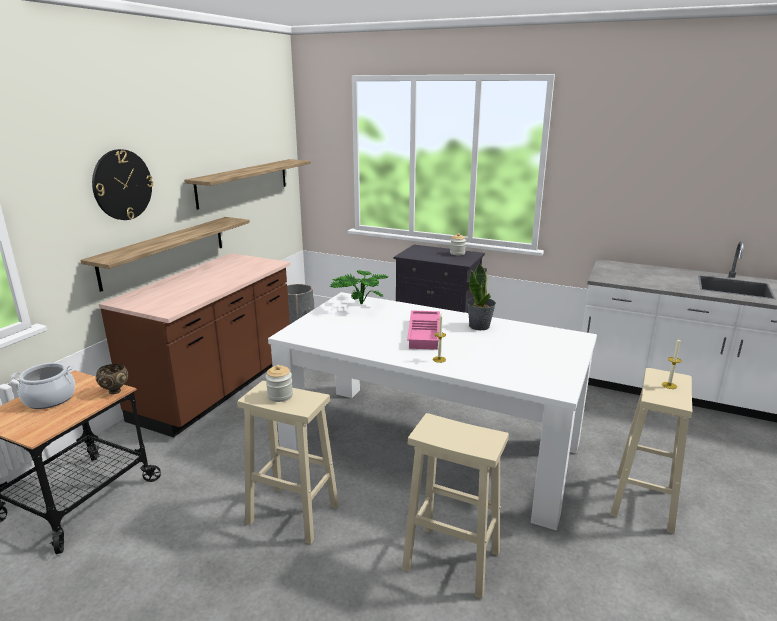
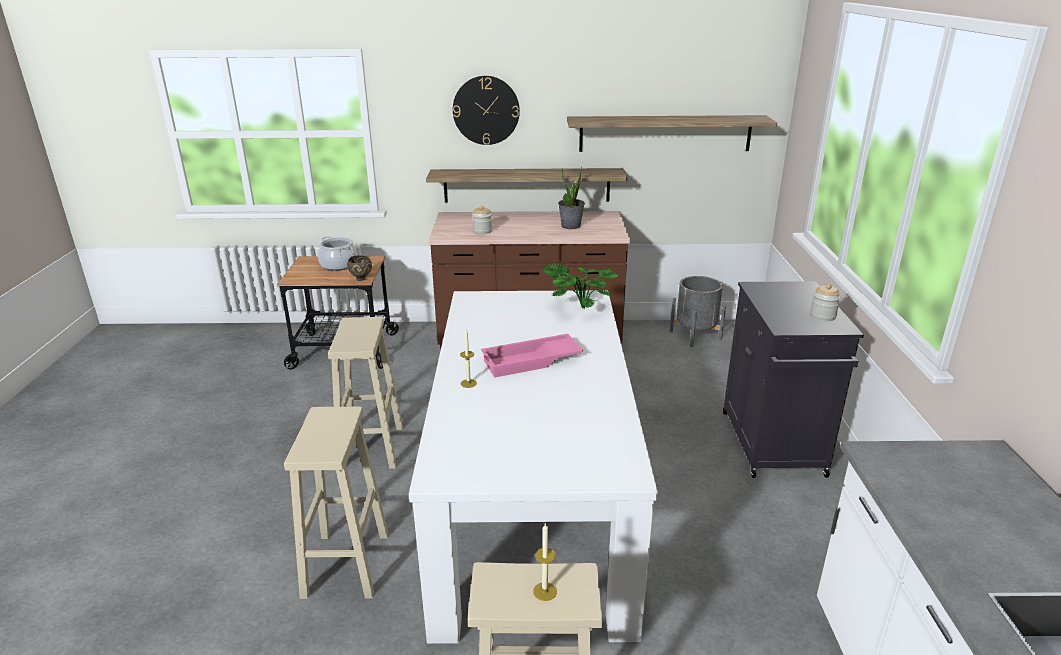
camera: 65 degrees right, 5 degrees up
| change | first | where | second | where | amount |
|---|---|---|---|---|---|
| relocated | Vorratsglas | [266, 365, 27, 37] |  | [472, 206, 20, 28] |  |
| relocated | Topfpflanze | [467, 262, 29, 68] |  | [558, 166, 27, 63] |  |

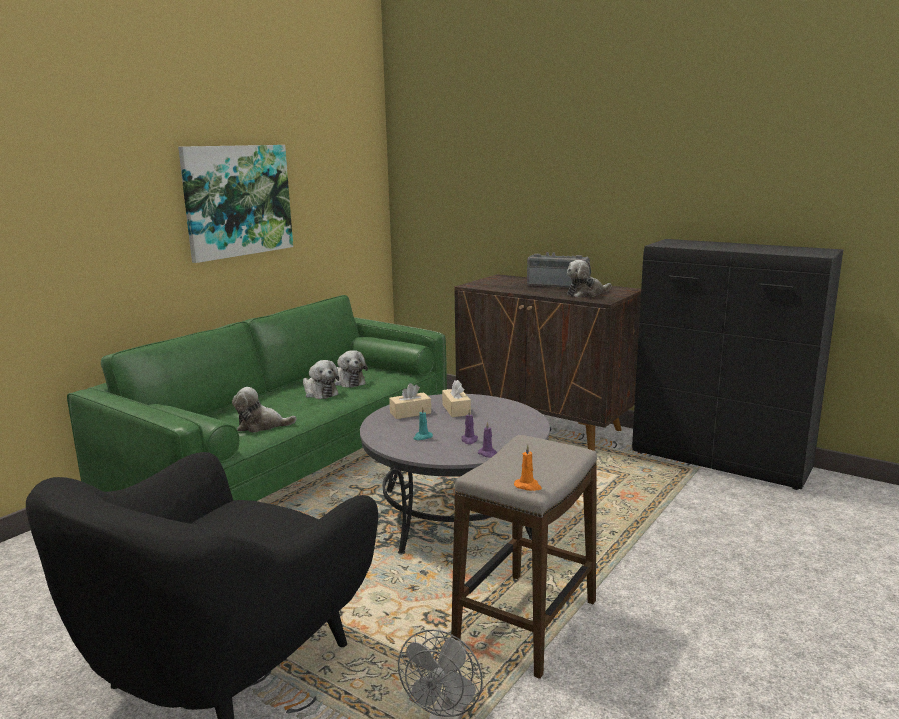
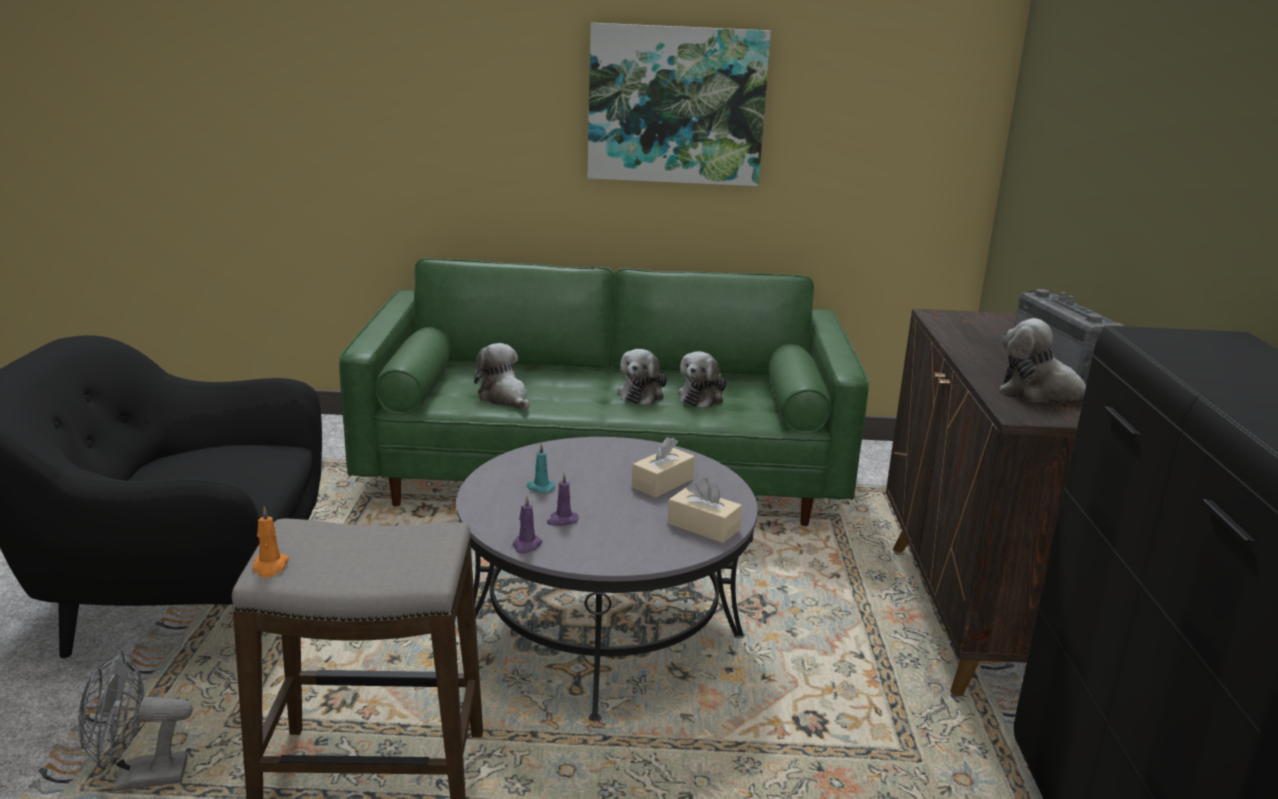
camera: 55 degrees right, 5 degrees up
| change | first | where | second | where | amount |
|---|---|---|---|---|---|
| relocated | Taschentuchbox [beige] | [389, 383, 42, 36] |  | [668, 478, 74, 65] |  |

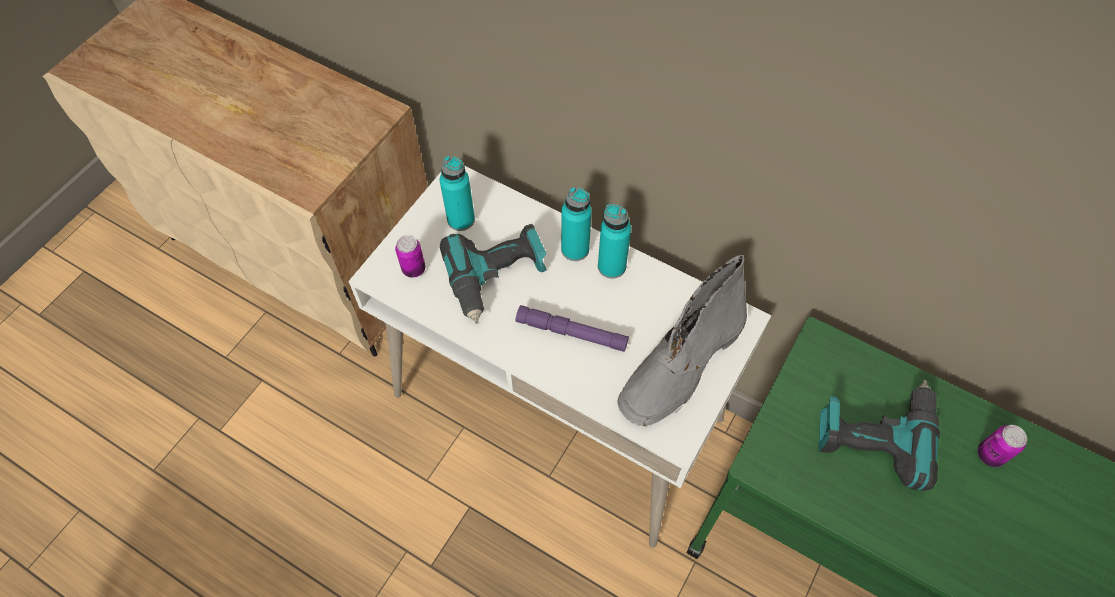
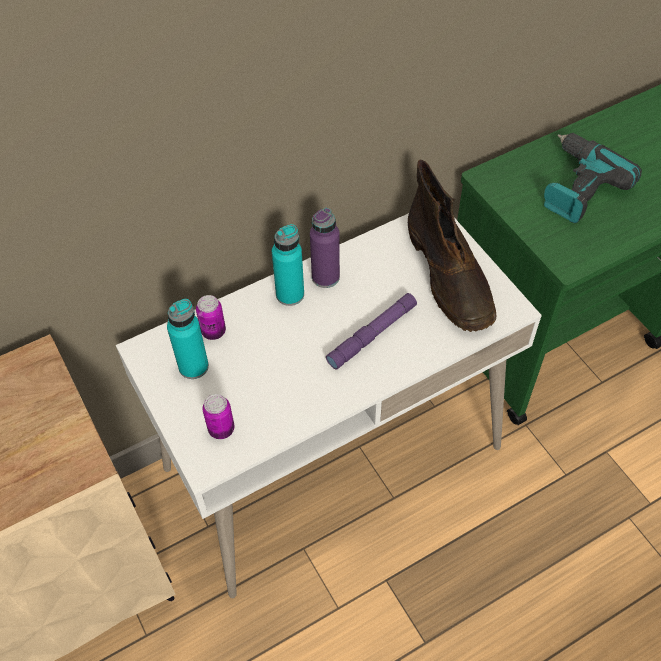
camera: 60 degrees left, 5 degrees down
| change | first | where | second | where | amount |
|---|---|---|---|---|---|
| relocated | Dose | [978, 425, 49, 42] |  | [196, 295, 30, 45] |  |
| colour | Flasche [türkis] | [598, 204, 33, 75] | Flasche [lila] | [310, 208, 30, 80] |  |
| colour | Stiefel [grau] | [618, 255, 129, 172] | Stiefel [braun] | [408, 160, 88, 172] |  |
| missing | Bohrmaschine | [440, 224, 107, 100] |  |  |  |

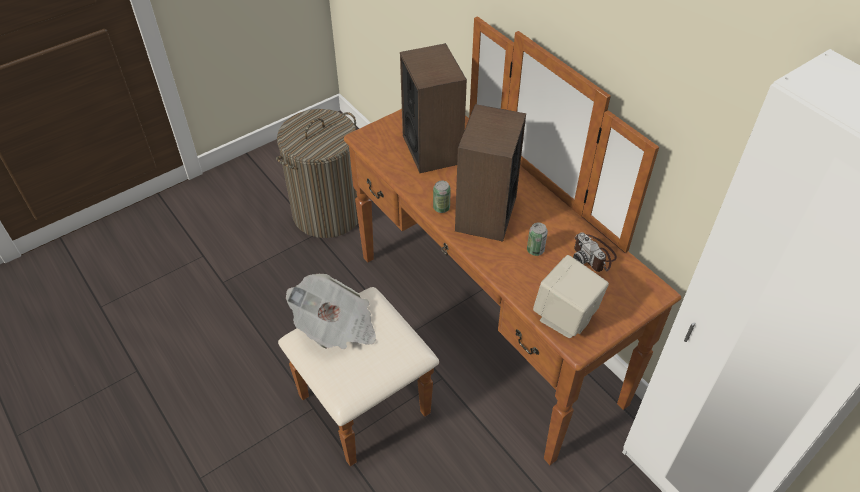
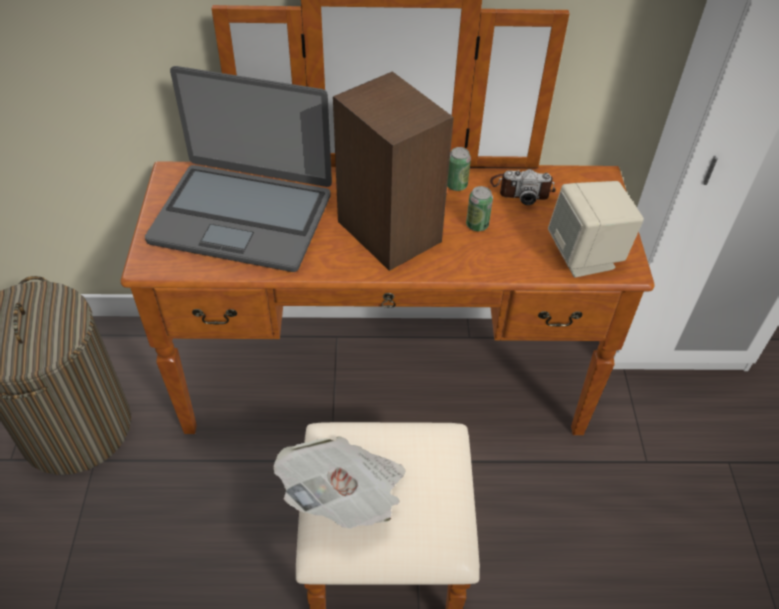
camera: 55 degrees left, 0 degrees up
| change | first | where | second | where | amount |
|---|---|---|---|---|---|
| exchanged | Lautsprecher | [400, 43, 67, 130] | Laptop | [145, 66, 187, 206] |  |
| relocated | Dose | [433, 181, 18, 32] |  | [447, 147, 24, 44] |  |

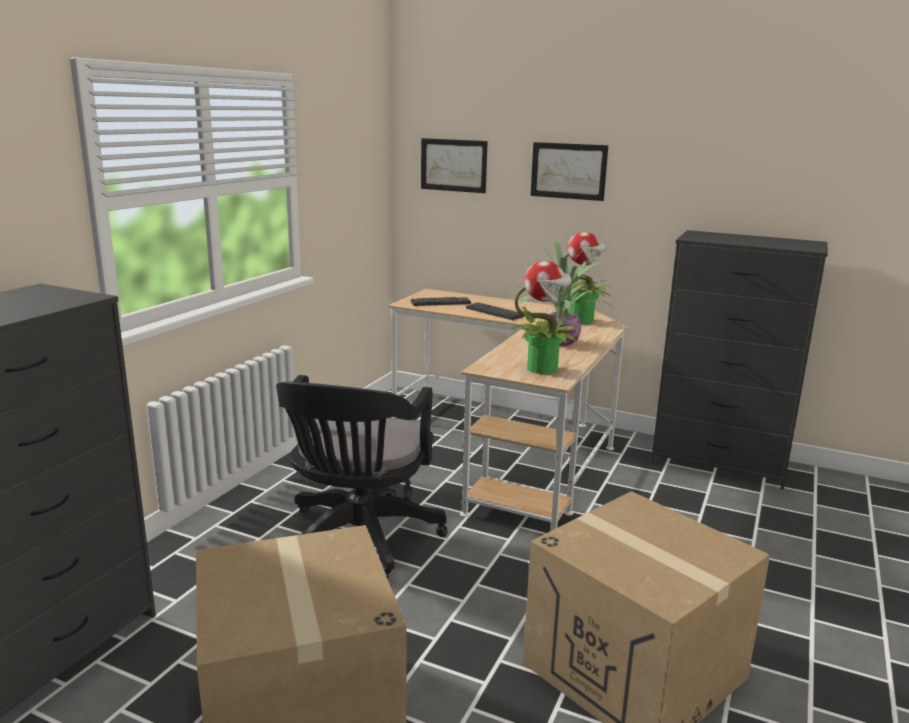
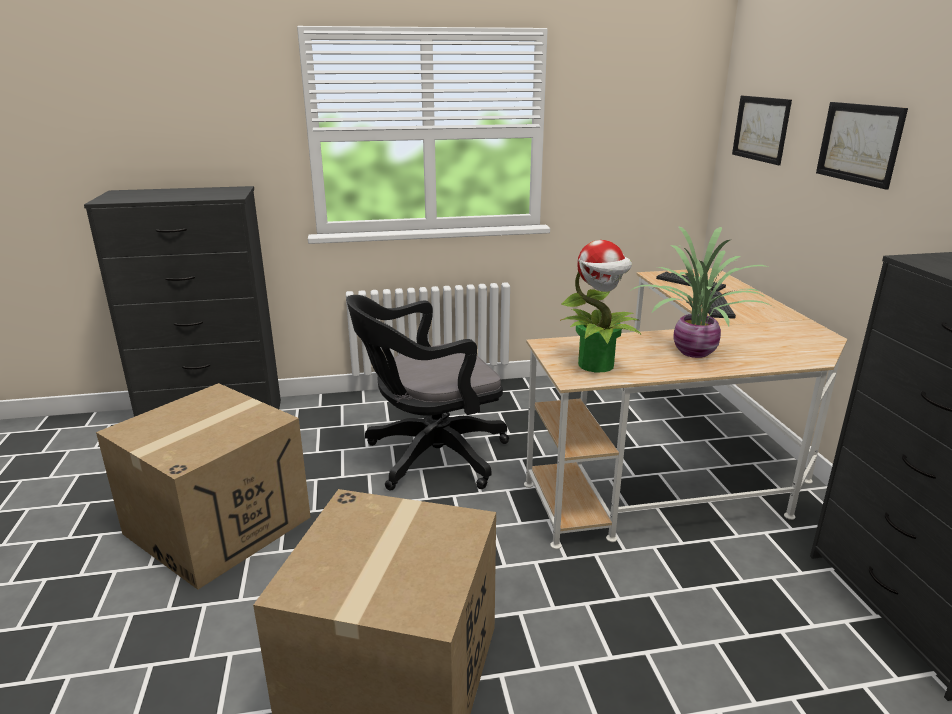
camera: 55 degrees right, 5 degrees up
| change | first | where | second | where | amount |
|---|---|---|---|---|---|
| missing | Topfpflanze | [557, 232, 55, 92] |  |  |  |

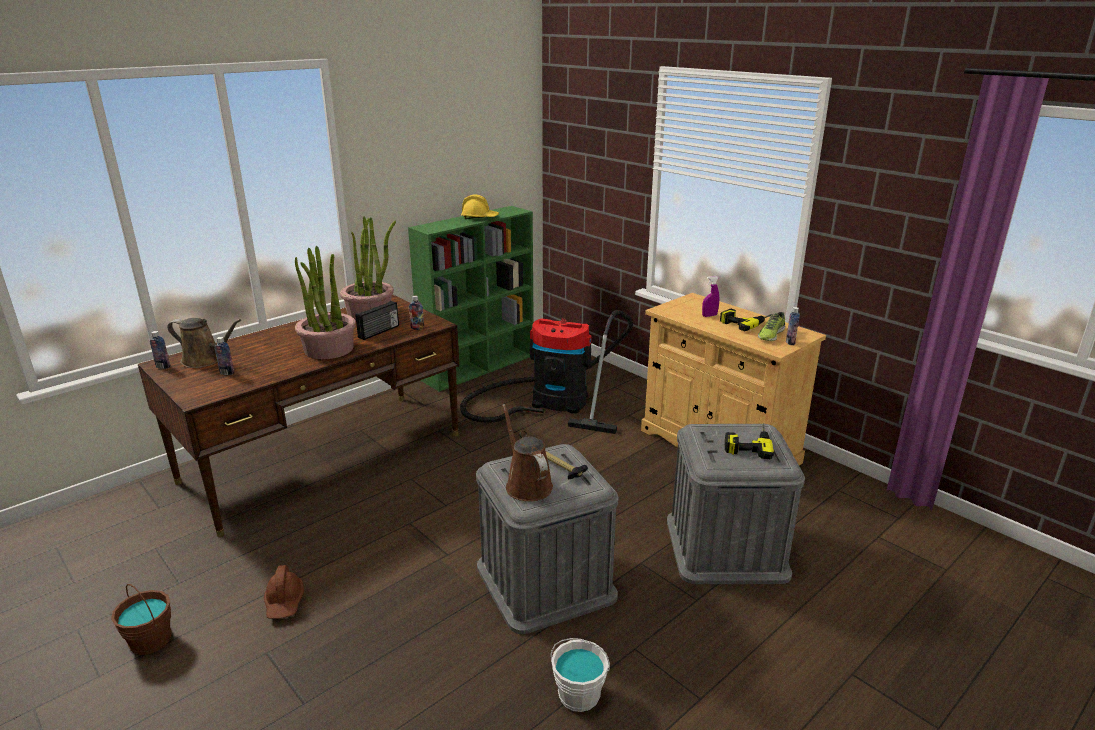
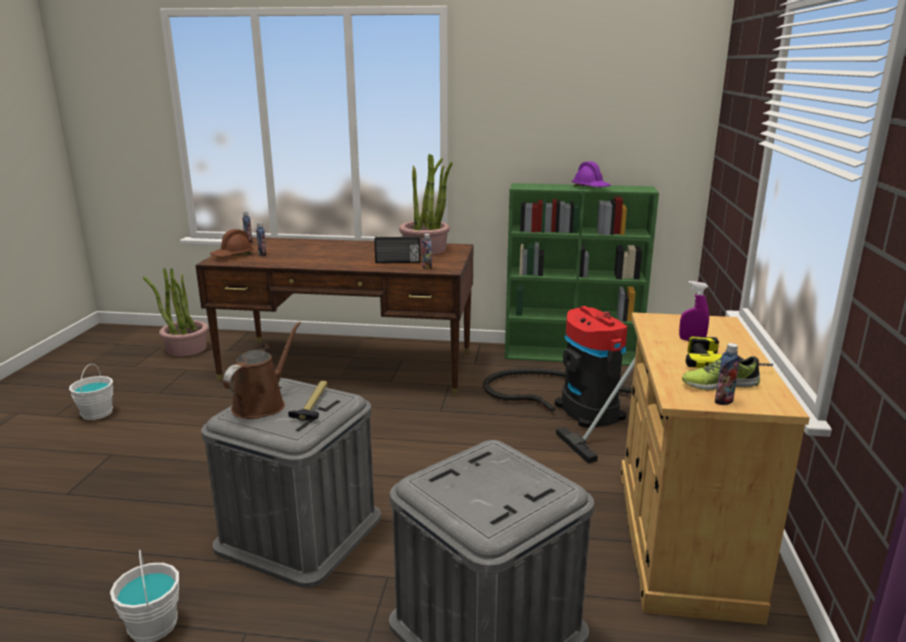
camera: 50 degrees right, 5 degrees down
| change | first | where | second | where | amount |
|---|---|---|---|---|---|
| colour | Eimer [braun] | [111, 584, 61, 71] | Eimer [weiß] | [69, 364, 44, 56] |  |
| relocated | Topfpflanze | [295, 246, 61, 113] |  | [143, 268, 65, 88] |  |
| relocated | Schutzhelm [braun] | [264, 565, 40, 54] |  | [210, 229, 44, 28] |  |
| colour | Schutzhelm [gelb] | [461, 195, 38, 24] | Schutzhelm [lila] | [572, 161, 39, 26] |  |
| missing | Gießkanne [braun] | [167, 318, 74, 50] |  |  |  |
| missing | Bohrmaschine | [725, 424, 49, 35] |  |  |  |

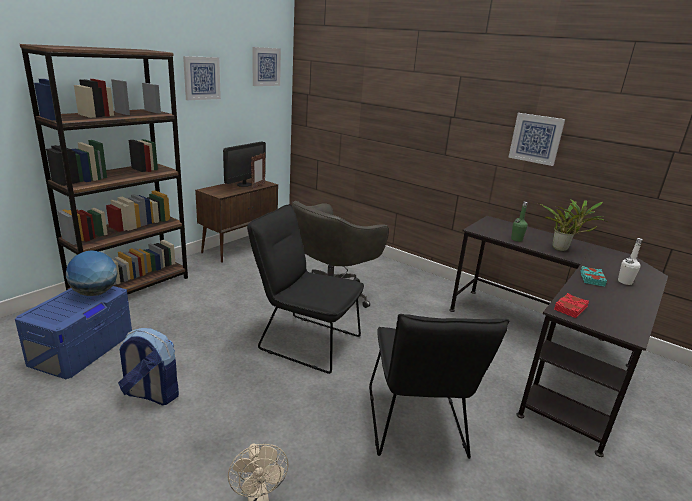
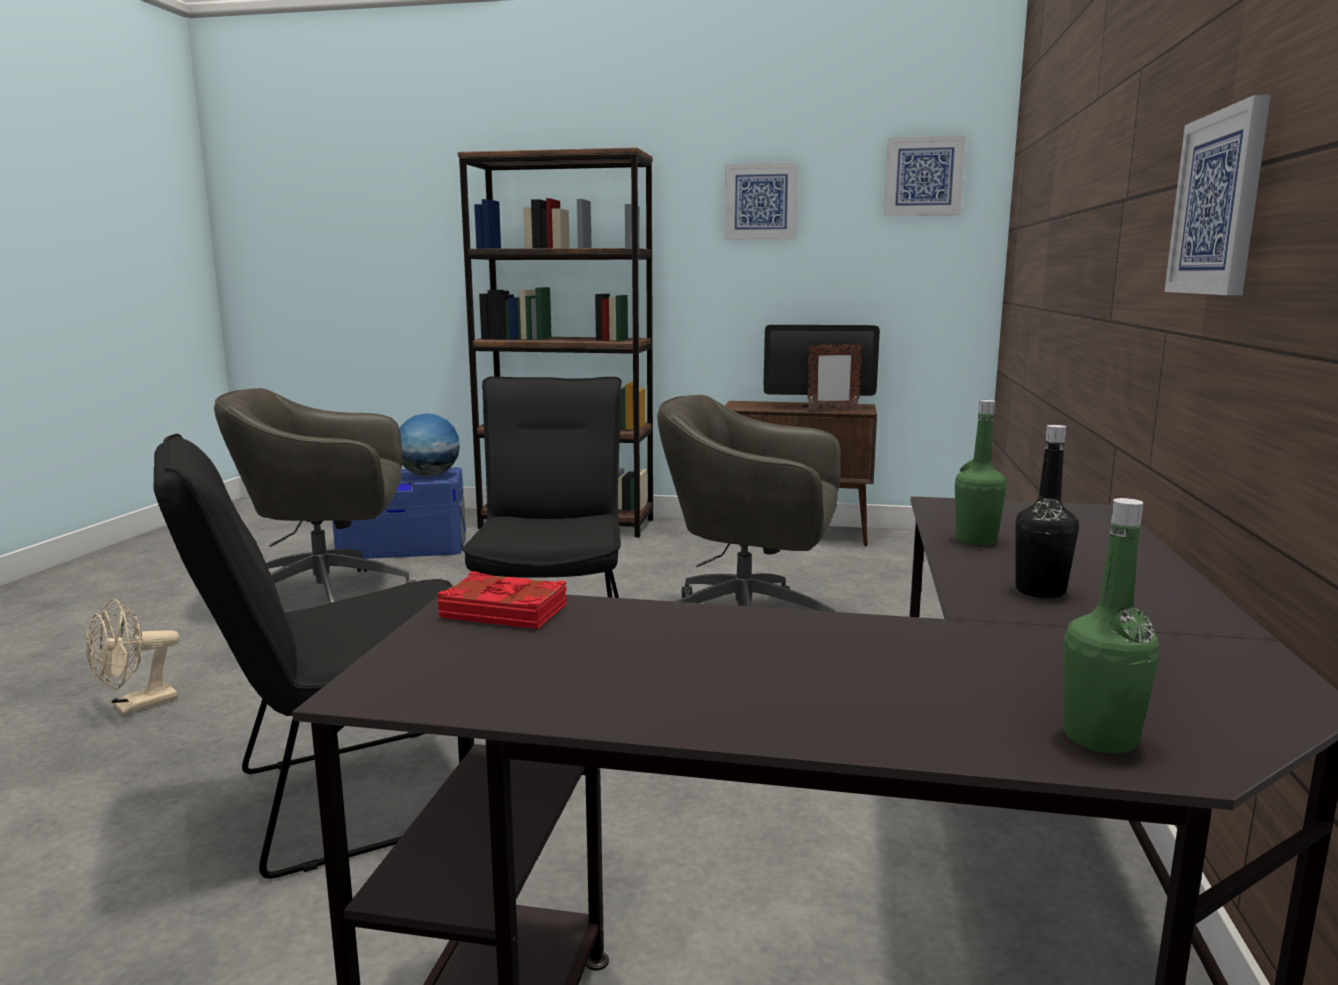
camera: 65 degrees right, 10 degrees down
| change | first | where | second | where | amount |
|---|---|---|---|---|---|
| exchanged | Rucksack | [118, 328, 61, 77] | Bürostuhl [grau] | [214, 388, 202, 215] |  |
| exchanged | Topfpflanze | [538, 199, 70, 52] | Flasche [schwarz] | [1015, 425, 64, 173] |  |
| appeared |  |  | Flasche [grün] | [1063, 498, 97, 255] |  |
| missing | Buch [türkis] | [580, 266, 27, 21] |  |  |  |
| missing | Flasche [weiß] | [618, 238, 25, 47] |  |  |  |

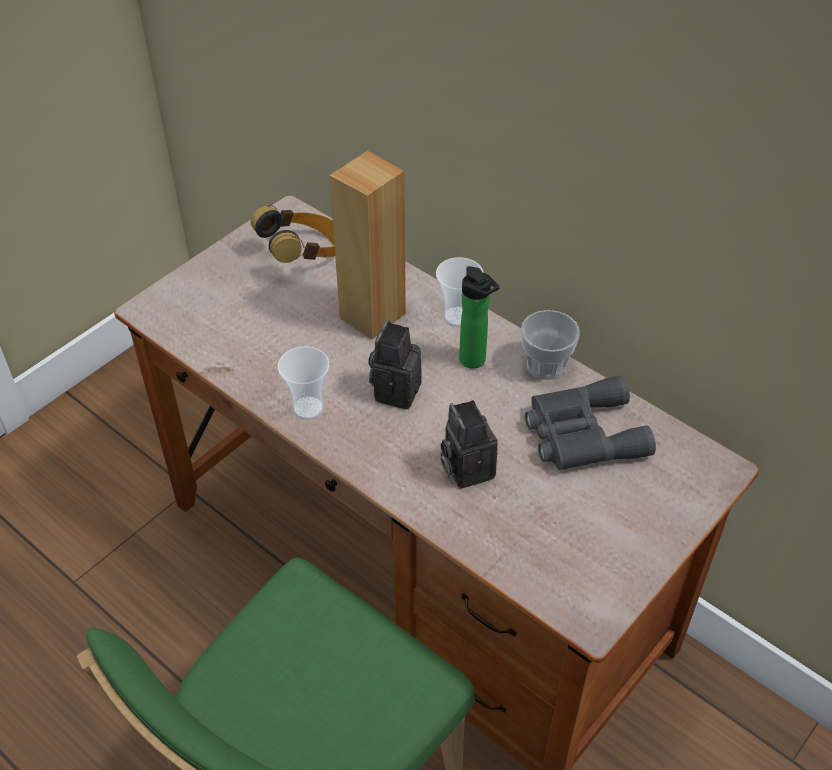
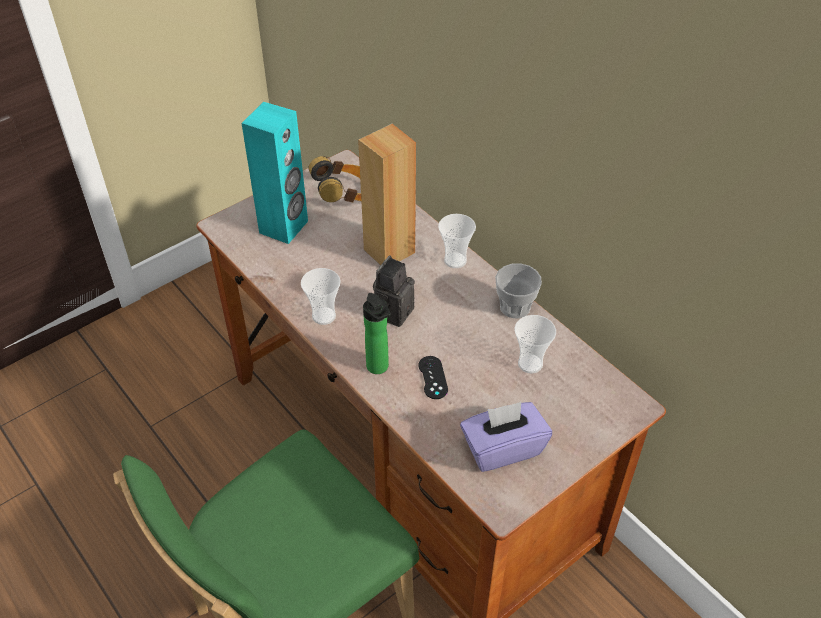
camera: 10 degrees right, 0 degrees up
| change | first | where | second | where | amount |
|---|---|---|---|---|---|
| appeared |  |  | Lautsprecher [türkis] | [241, 102, 67, 142] |  |
| relocated | Flasche | [459, 266, 41, 103] |  | [363, 293, 28, 81] |  |
| exchanged | Kamera | [440, 400, 58, 88] | Gamepad [schwarz] | [419, 356, 29, 43] |  |
| appeared |  |  | Taschentuchbox [lila] | [460, 402, 92, 70] |  |
| exchanged | Fernglas [grau] | [525, 375, 131, 95] | Tasse | [515, 315, 41, 58] |  |

